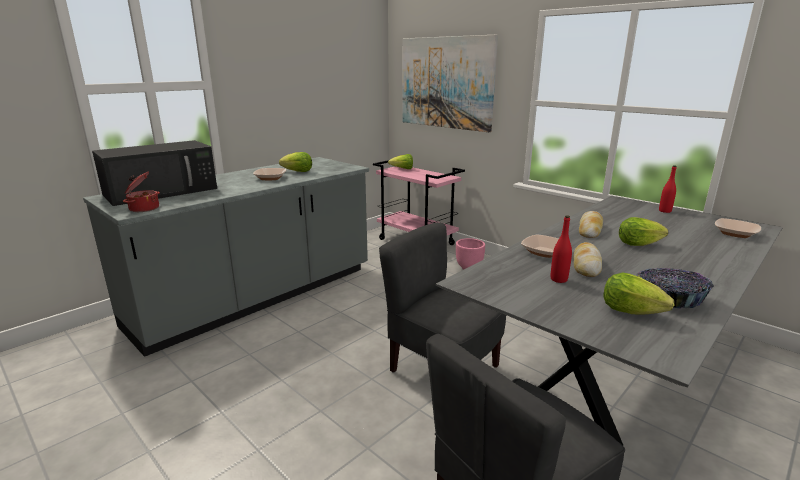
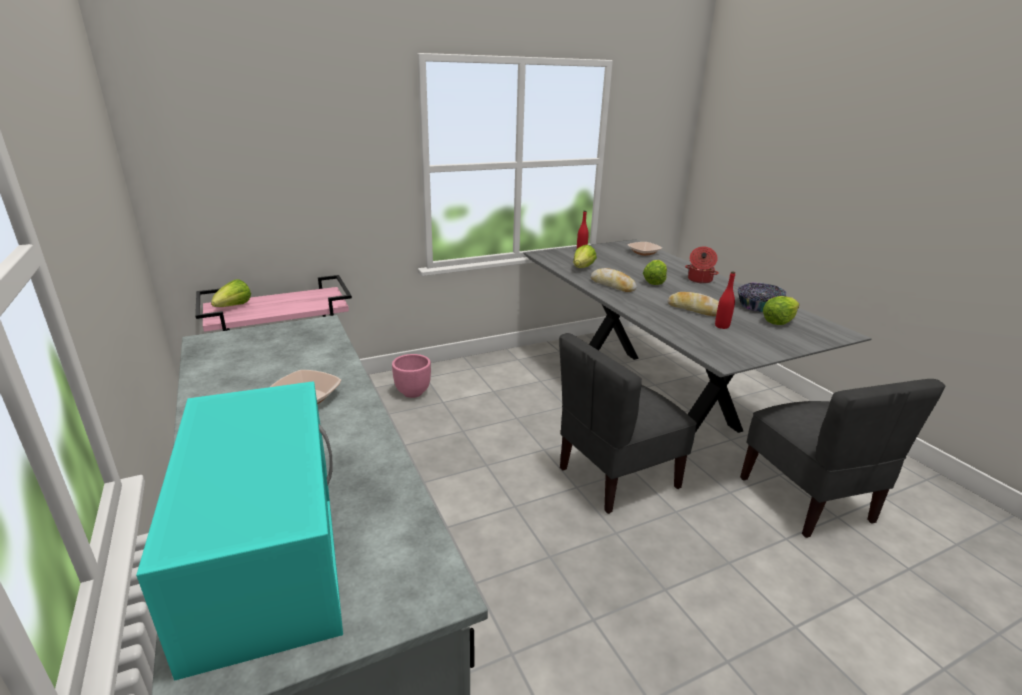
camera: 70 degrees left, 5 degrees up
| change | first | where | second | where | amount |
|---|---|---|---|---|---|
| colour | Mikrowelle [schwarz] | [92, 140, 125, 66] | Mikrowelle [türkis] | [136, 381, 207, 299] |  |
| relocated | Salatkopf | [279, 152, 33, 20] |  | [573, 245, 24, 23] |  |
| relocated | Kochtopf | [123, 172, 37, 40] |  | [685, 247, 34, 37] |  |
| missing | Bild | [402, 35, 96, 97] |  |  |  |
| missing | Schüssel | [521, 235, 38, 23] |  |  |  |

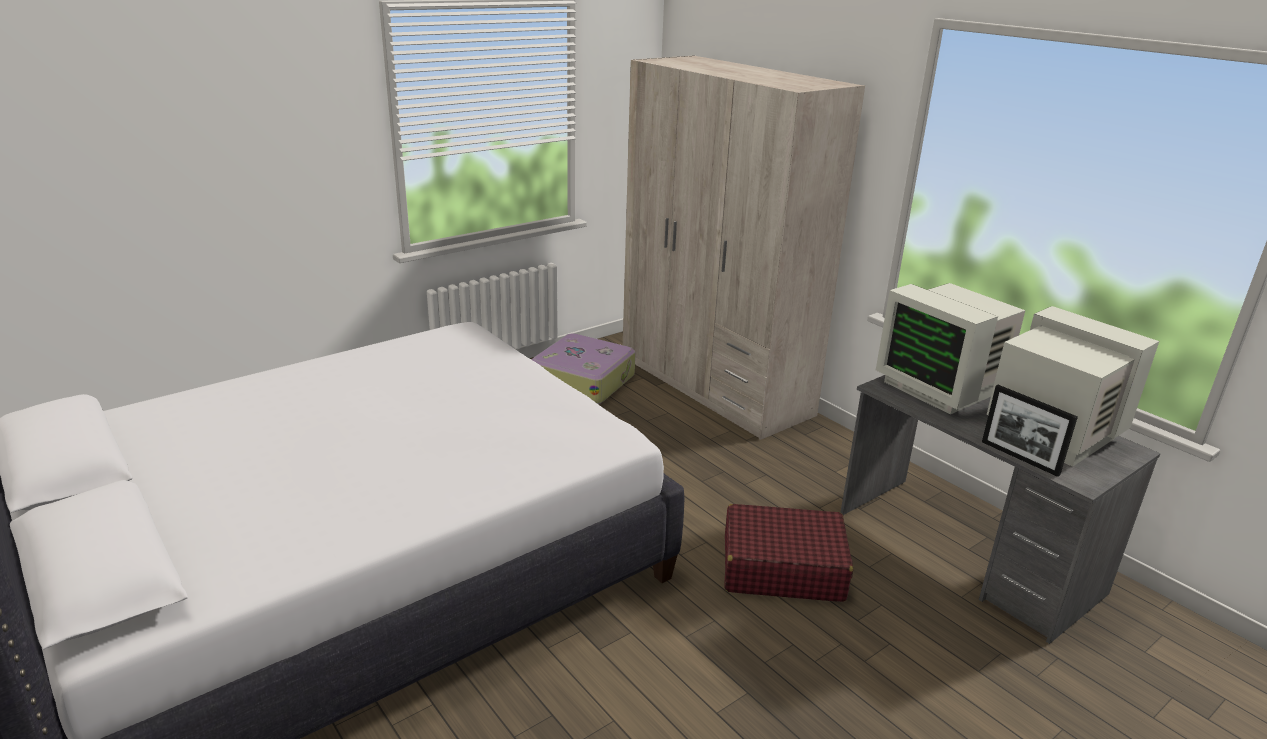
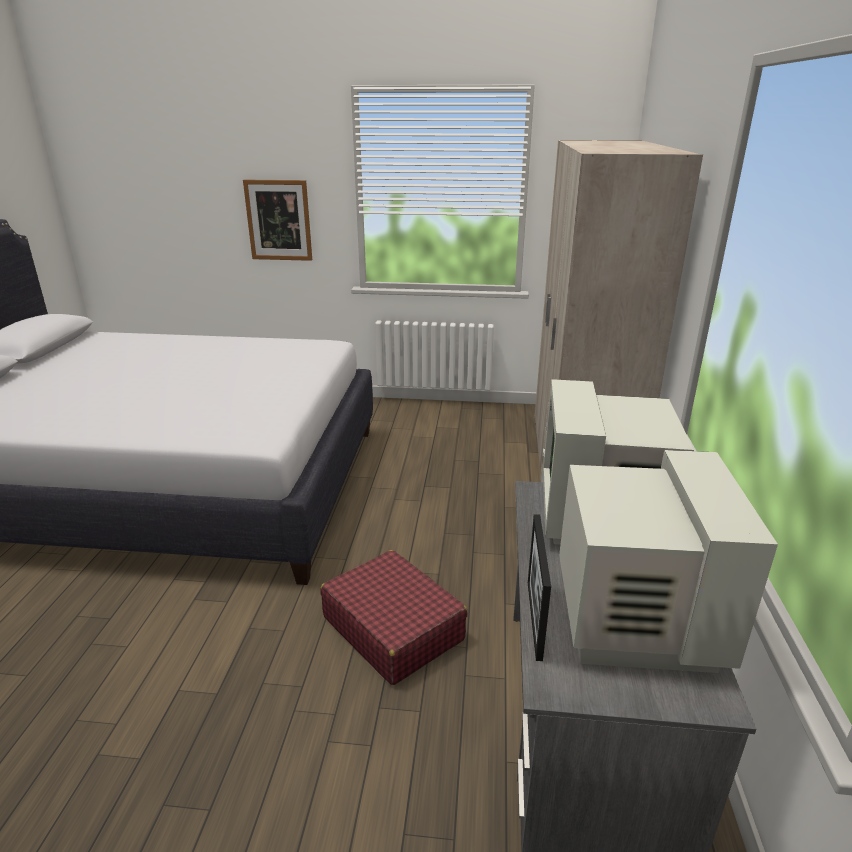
camera: 45 degrees right, 0 degrees up
| change | first | where | second | where | amount |
|---|---|---|---|---|---|
| appeared |  |  | Bild | [243, 180, 69, 81] |  |
| missing | Koffer | [531, 333, 104, 71] |  |  |  |

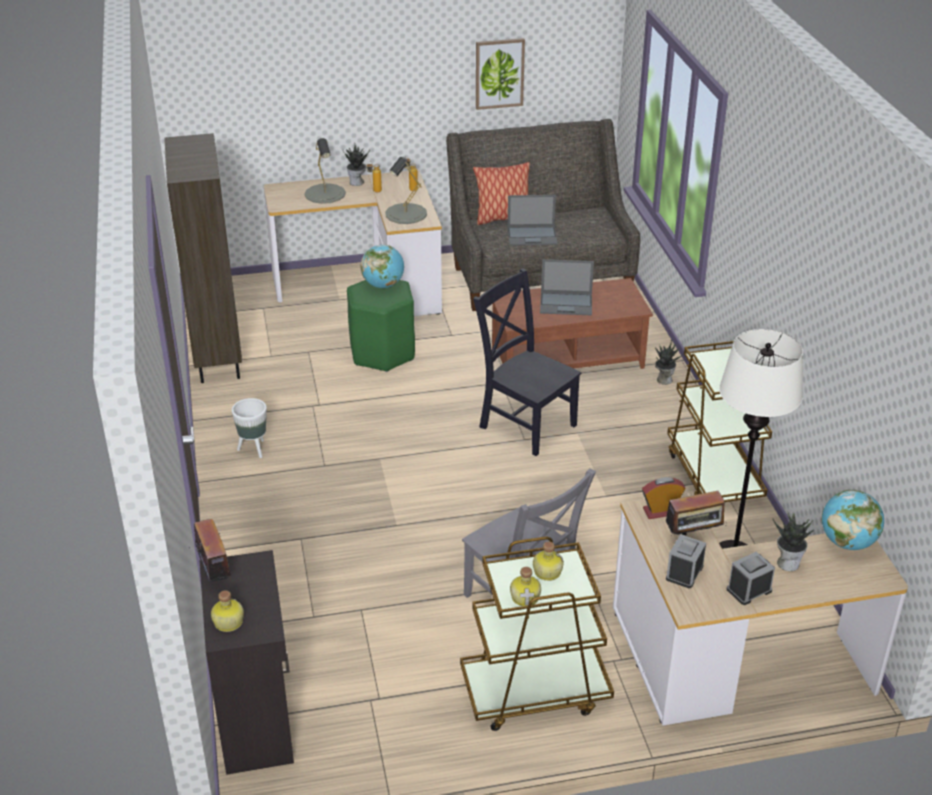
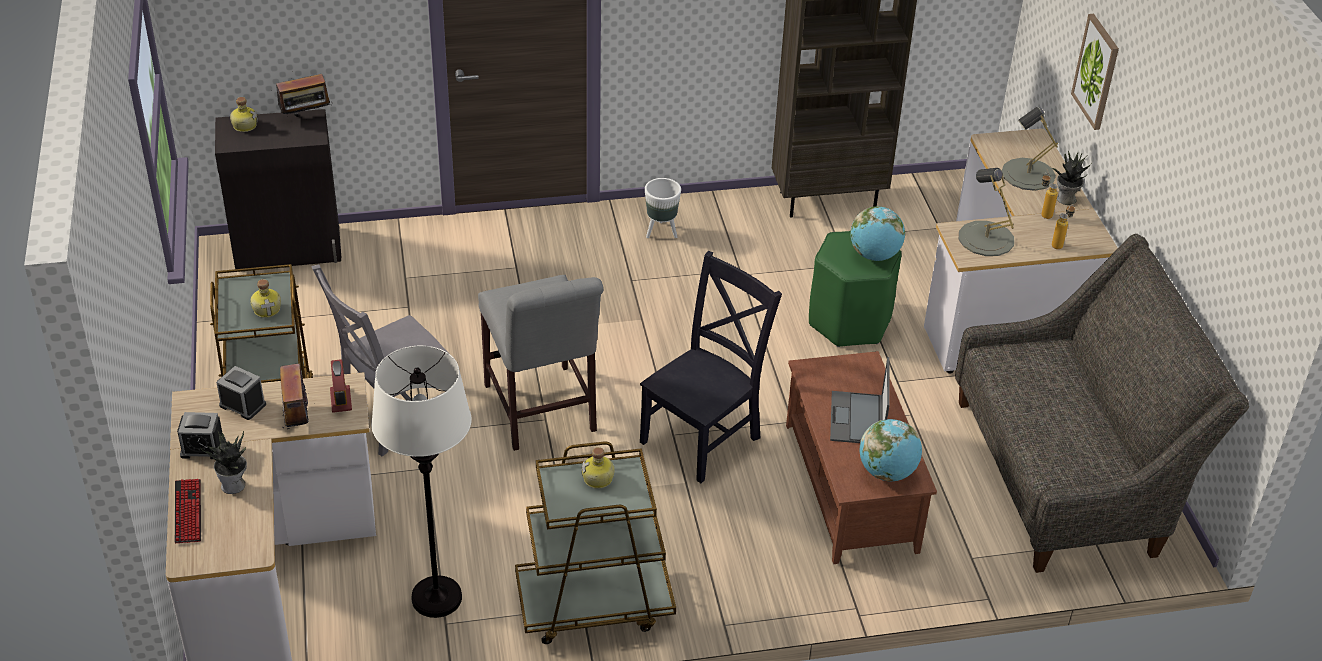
camera: 90 degrees right, 5 degrees up
| change | first | where | second | where | amount |
|---|---|---|---|---|---|
| appeared |  |  | Tastatur | [175, 479, 26, 64] |  |
| spun | Wecker | [727, 552, 48, 53] |  | [177, 412, 49, 47] | 120 degrees clockwise |
| appeared |  |  | Stuhl [grau] | [478, 275, 125, 176] |  |
| relocated | Flasche | [510, 567, 31, 39] |  | [582, 447, 33, 42] |  |
| relocated | Globus | [822, 490, 62, 60] |  | [860, 419, 62, 62] |  |
| relocated | Bild | [476, 38, 49, 72] |  | [1071, 14, 48, 116] |  |
| missing | Kissen | [473, 162, 57, 63] |  |  |  |
| missing | Laptop | [507, 195, 51, 50] |  |  |  |
| missing | Topfpflanze | [655, 340, 29, 45] |  |  |  |

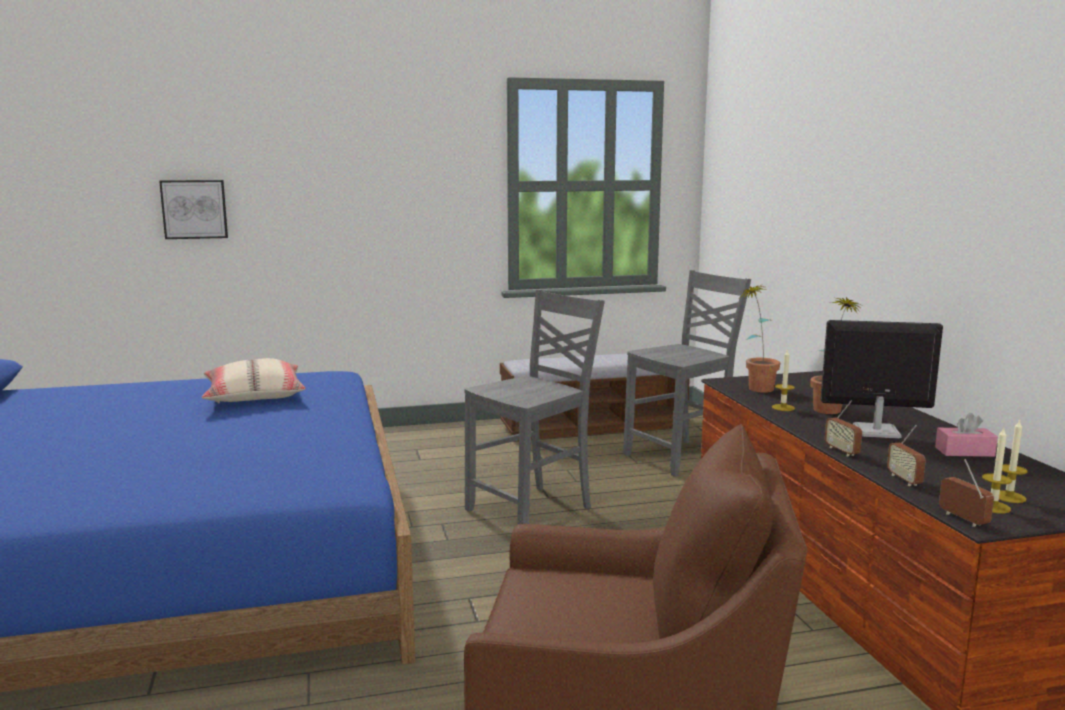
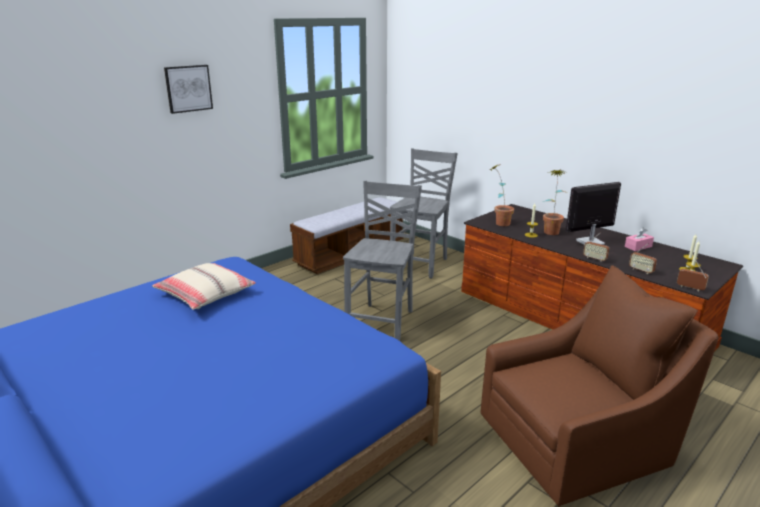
camera: 30 degrees left, 10 degrees up
| change | first | where | second | where | amount |
|---|---|---|---|---|---|
| relocated | Bild | [159, 180, 69, 59] |  | [164, 65, 49, 49] |  |

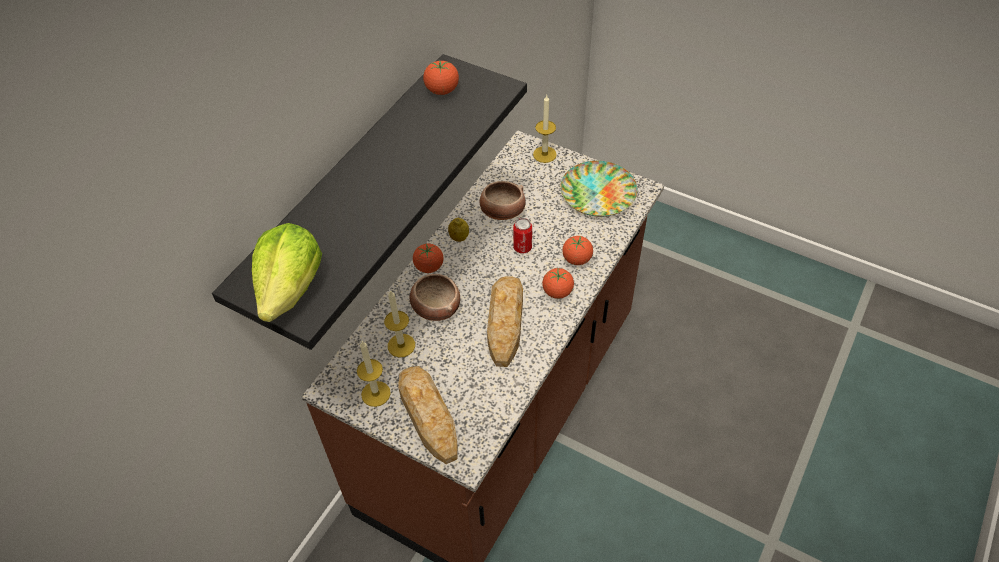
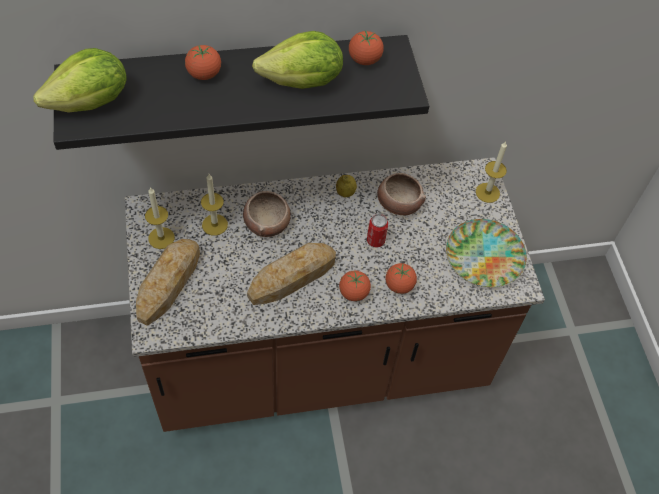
camera: 45 degrees right, 5 degrees up
| change | first | where | second | where | amount |
|---|---|---|---|---|---|
| relocated | Tomate | [413, 244, 30, 29] |  | [185, 45, 36, 35] |  |
| appeared |  |  | Salatkopf | [252, 31, 91, 58] |  |

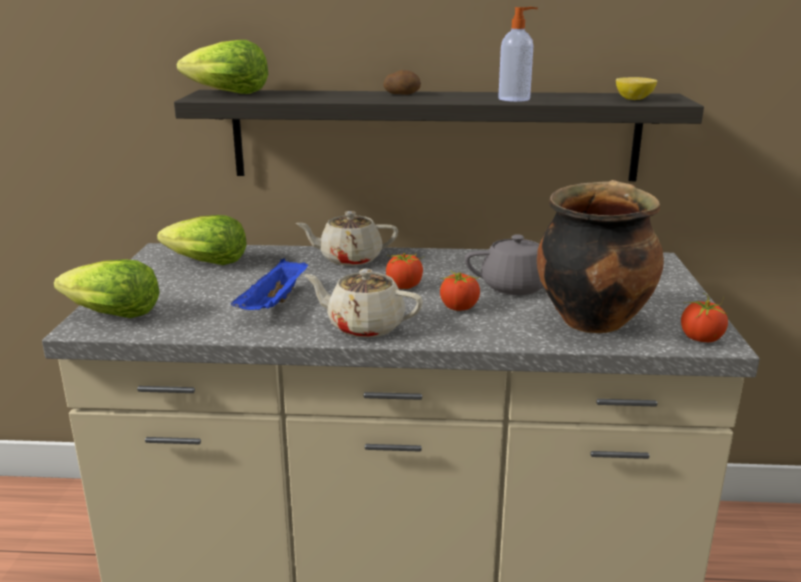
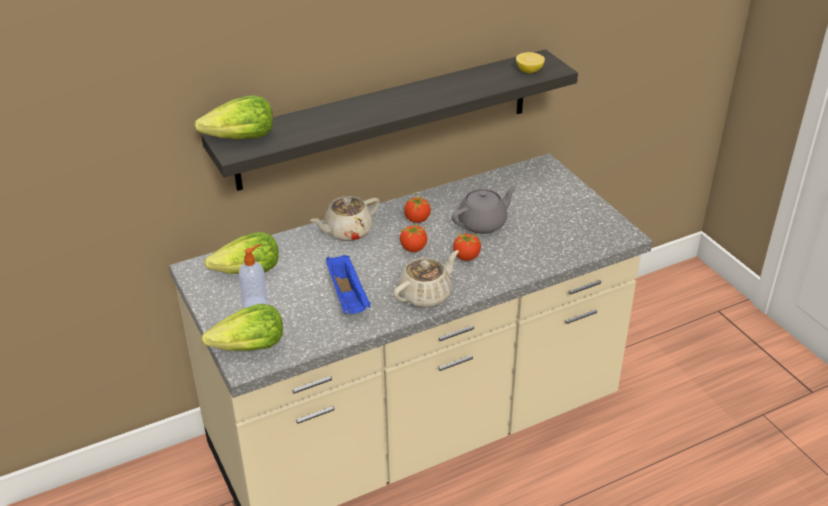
camera: 30 degrees left, 15 degrees up
| change | first | where | second | where | amount |
|---|---|---|---|---|---|
| relocated | Seifenspender | [498, 7, 40, 95] |  | [239, 244, 29, 64] |  |
| spun | Teekanne [beige] | [304, 269, 119, 69] |  | [393, 250, 66, 58] | 150 degrees clockwise |
| relocated | Tomate | [681, 293, 47, 49] |  | [404, 192, 27, 31] |  |
| missing | Kartoffel | [383, 70, 38, 25] |  |  |  |
| missing | Kochtopf | [537, 180, 127, 153] |  |  |  |

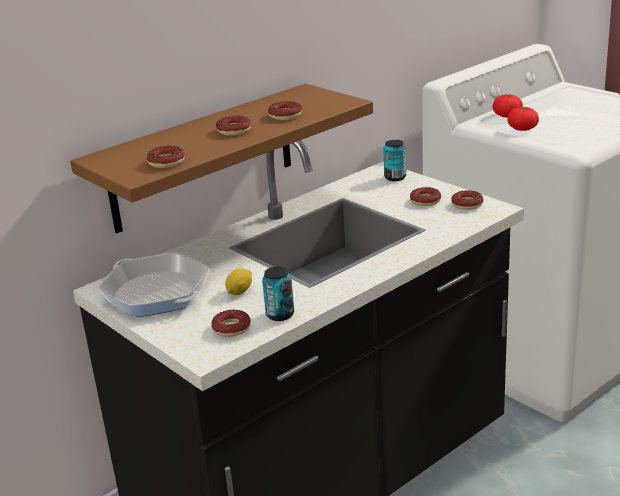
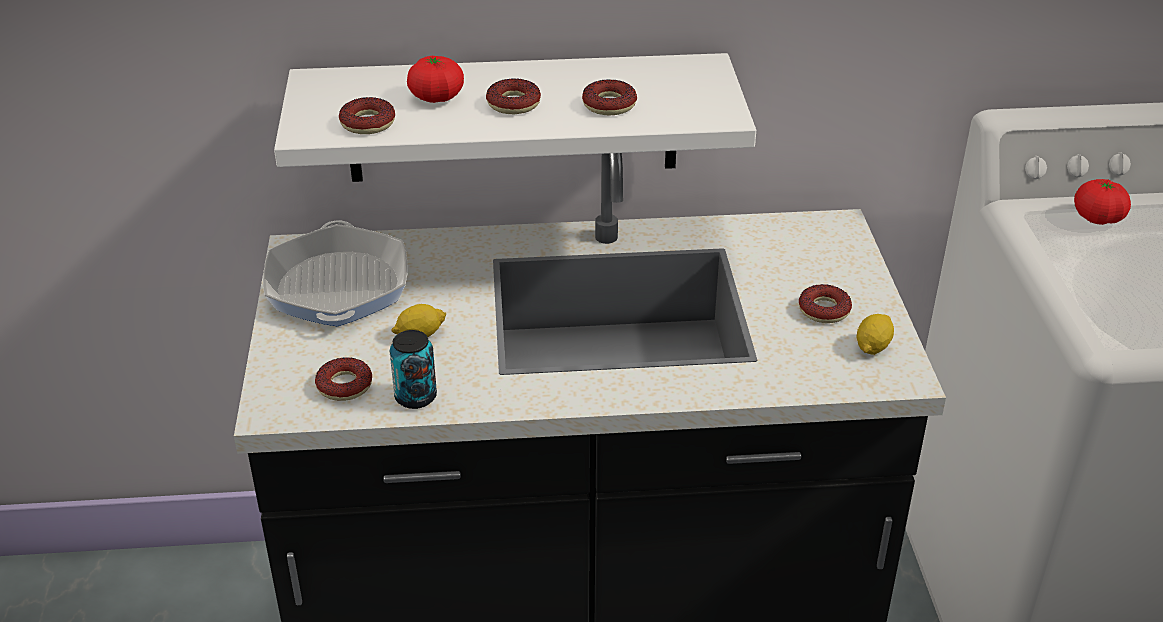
camera: 35 degrees right, 10 degrees up
| change | first | where | second | where | amount |
|---|---|---|---|---|---|
| colour | Wandregal [braun] | [70, 84, 303, 149] | Wandregal [weiß] | [274, 53, 482, 129] |  |
| relocated | Tomate | [508, 107, 31, 24] |  | [407, 56, 57, 47] |  |
| exchanged | Donut | [451, 190, 33, 20] | Zitrone | [856, 314, 38, 41] |  |
| missing | Dose | [383, 140, 23, 41] |  |  |  |

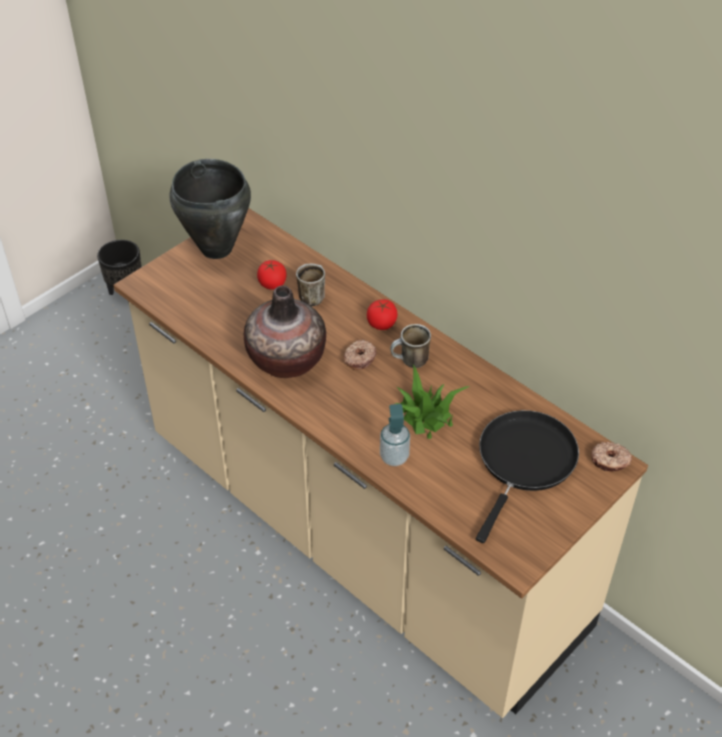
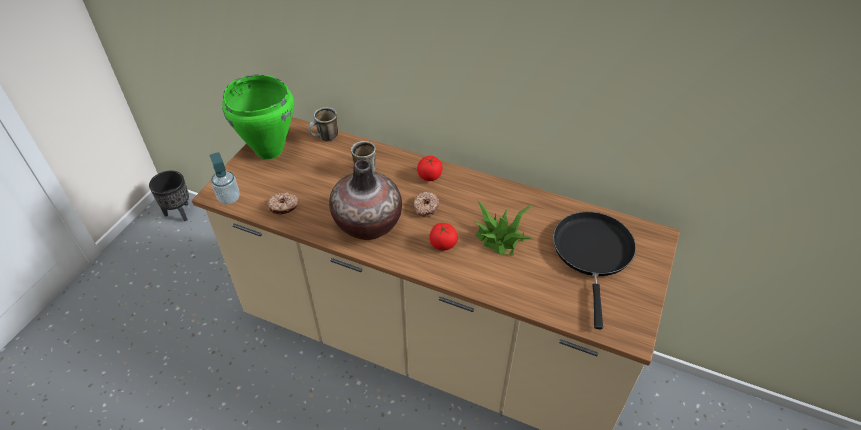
camera: 20 degrees left, 0 degrees up
| change | first | where | second | where | amount |
|---|---|---|---|---|---|
| relocated | Seifenspender | [380, 404, 30, 62] |  | [210, 152, 30, 53] |  |
| colour | Kochtopf [schwarz] | [169, 159, 82, 100] | Kochtopf [grün] | [222, 74, 72, 85] |  |
| relocated | Donut | [592, 442, 40, 29] |  | [267, 192, 32, 23] |  |
| relocated | Henkelbecher | [390, 324, 41, 44] |  | [308, 107, 30, 34] |  |
| relocated | Tomate | [257, 260, 29, 30] |  | [429, 223, 29, 28] |  |

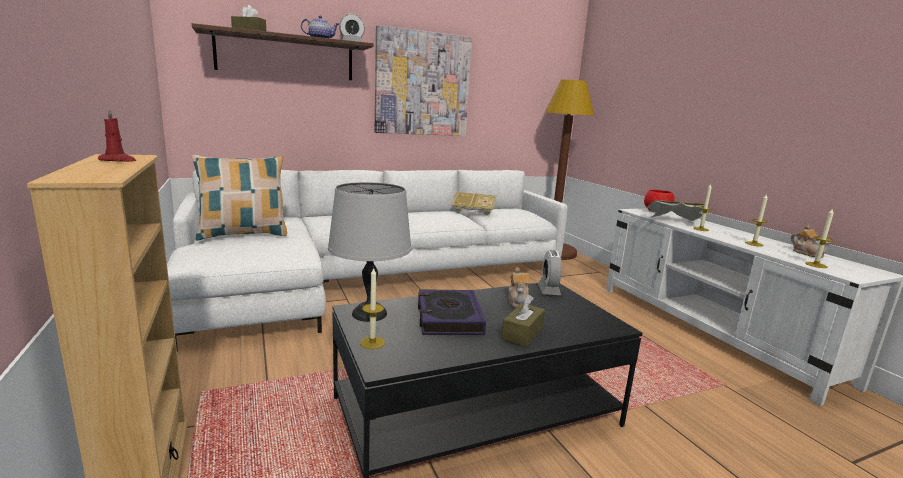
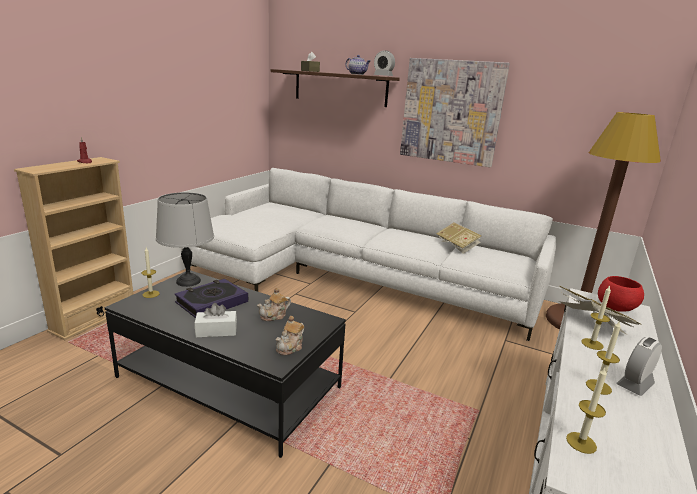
camera: 50 degrees right, 5 degrees up
| change | first | where | second | where | amount |
|---|---|---|---|---|---|
| colour | Taschentuchbox [braun] | [501, 295, 44, 52] | Taschentuchbox [weiß] | [194, 303, 43, 35] |  |
| relocated | Teekanne | [791, 225, 39, 33] |  | [276, 316, 28, 39] |  |
| relocated | Wecker | [538, 250, 24, 45] |  | [617, 337, 45, 59] |  |
| missing | Kissen | [192, 155, 95, 86] |  |  |  |

